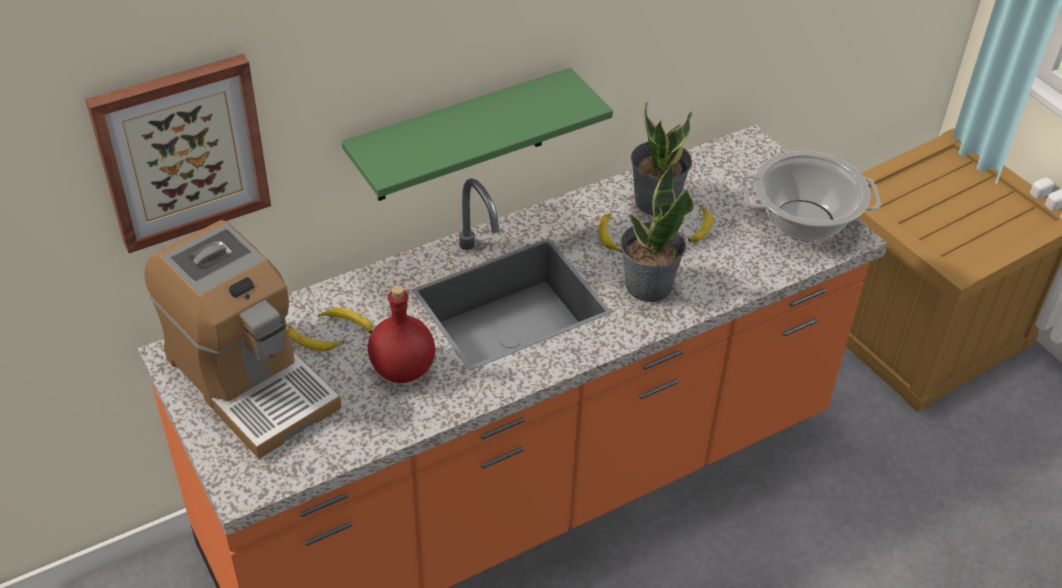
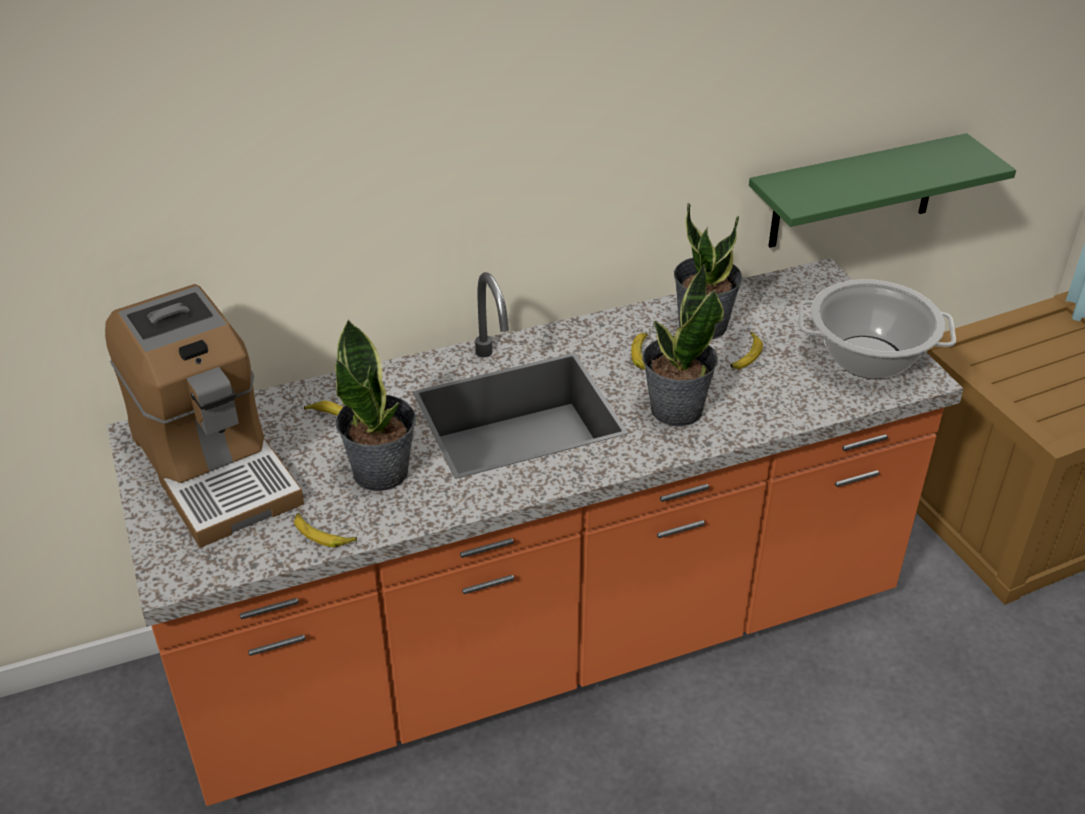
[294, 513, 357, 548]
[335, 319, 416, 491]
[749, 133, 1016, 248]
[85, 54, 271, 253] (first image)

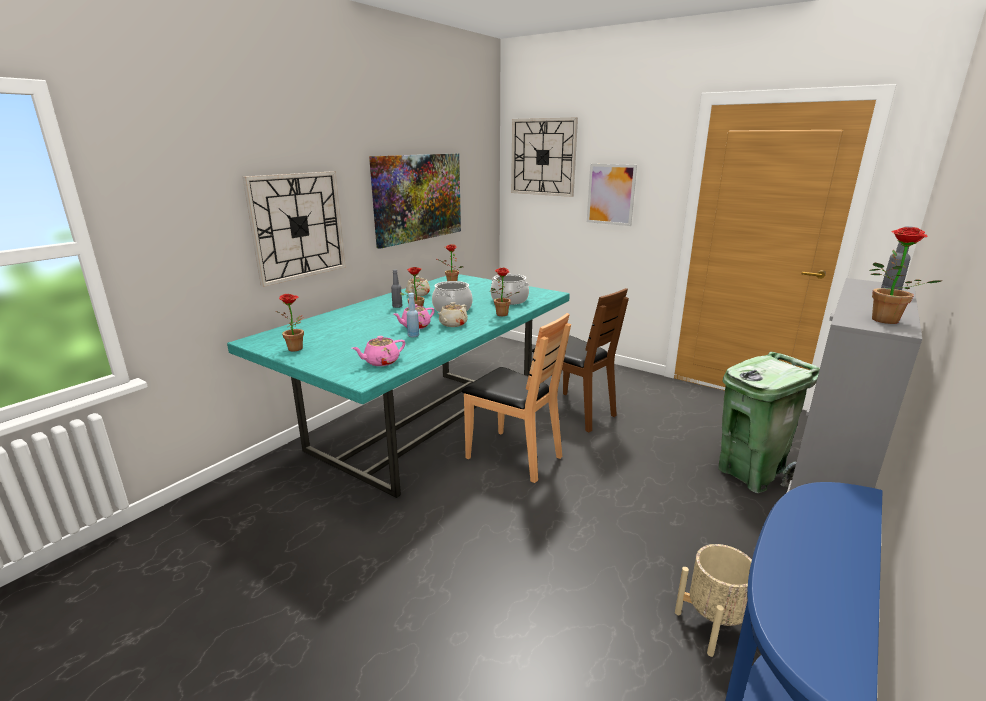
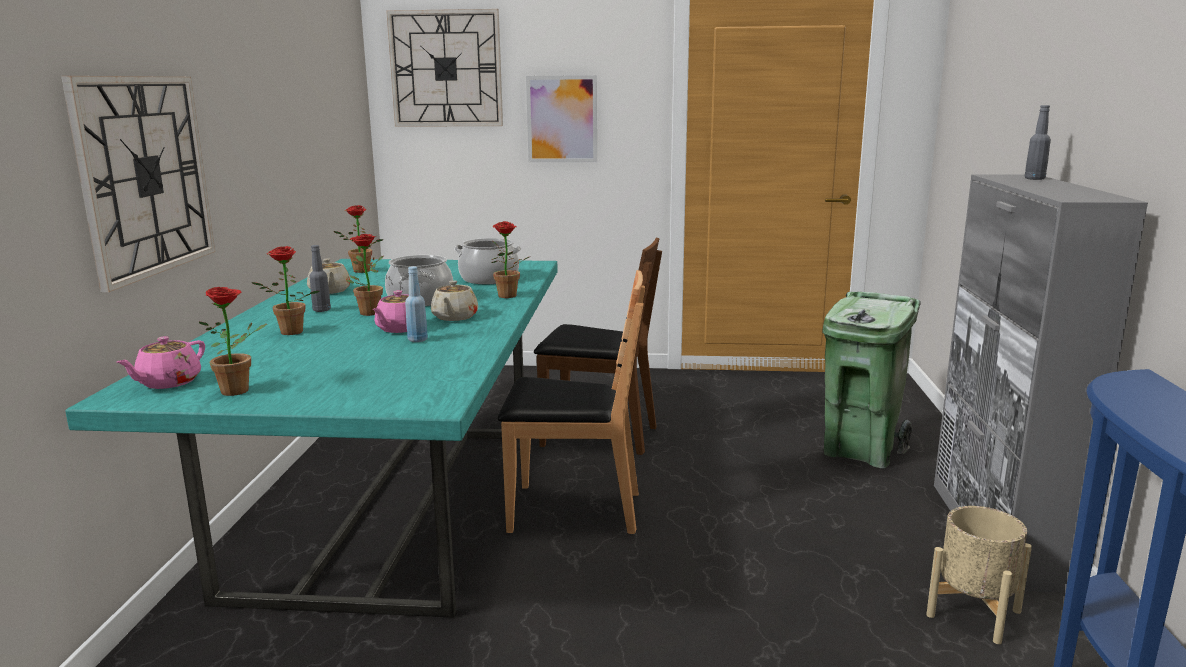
[116, 336, 205, 389]
[252, 246, 320, 335]
[369, 153, 461, 249] (first image)

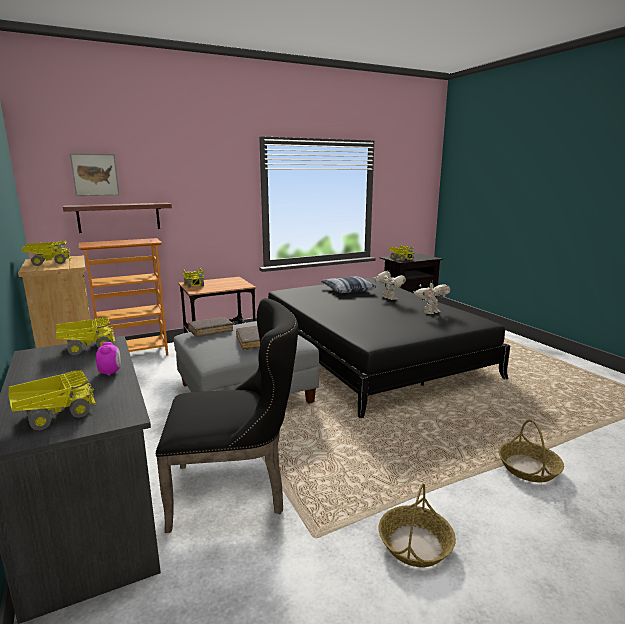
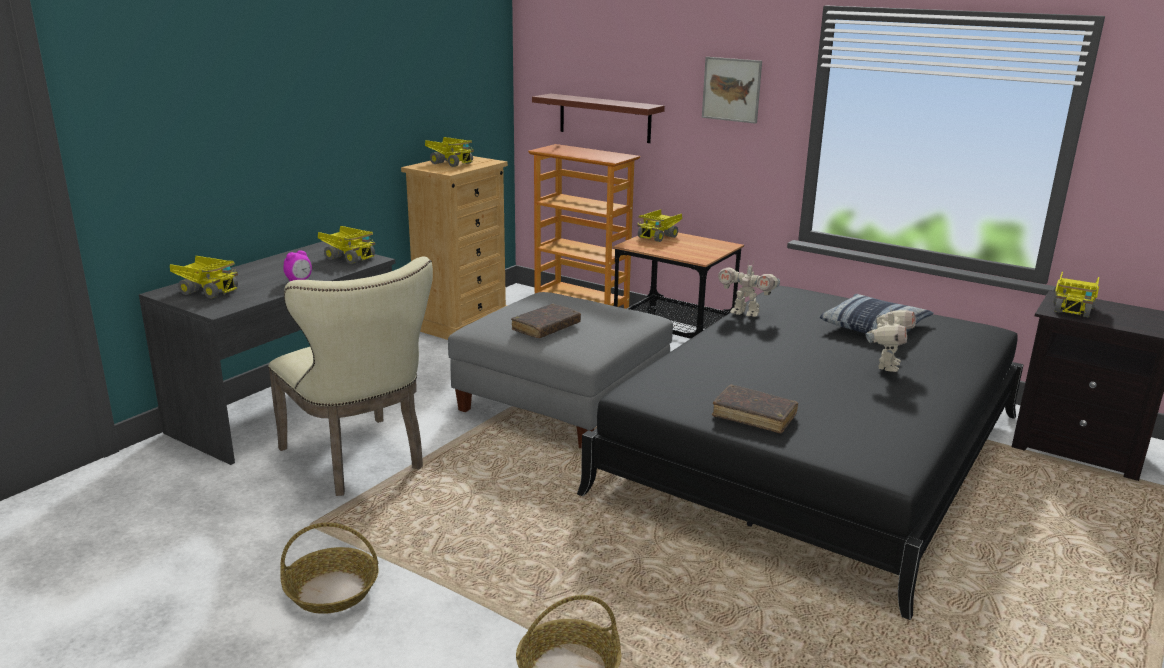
[268, 257, 433, 496]
[702, 57, 762, 124]
[712, 385, 798, 434]
[718, 261, 780, 317]

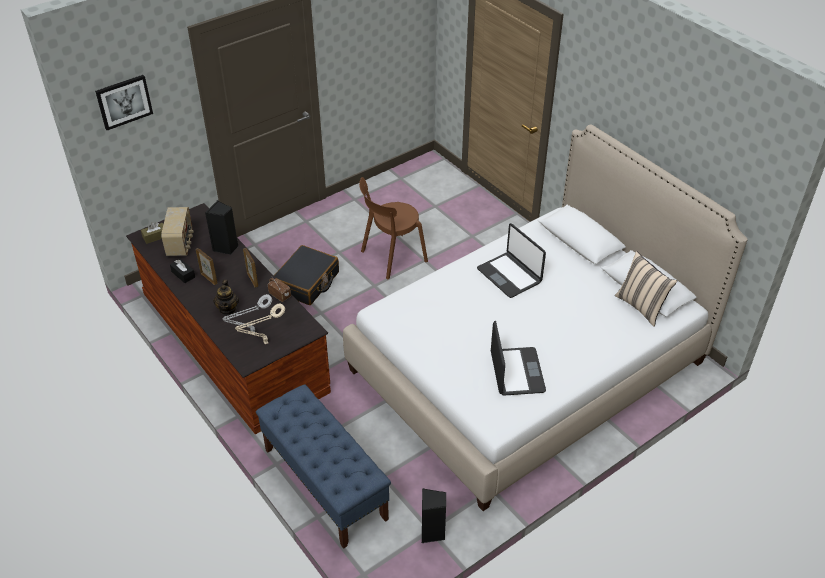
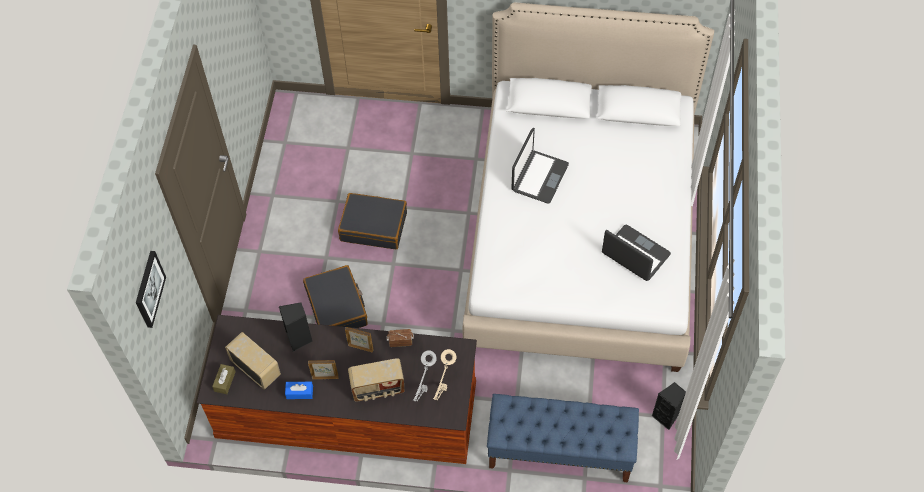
[285, 382, 313, 399]
[338, 193, 407, 249]
[348, 358, 405, 401]
[511, 128, 569, 204]
[615, 251, 677, 327] (first image)

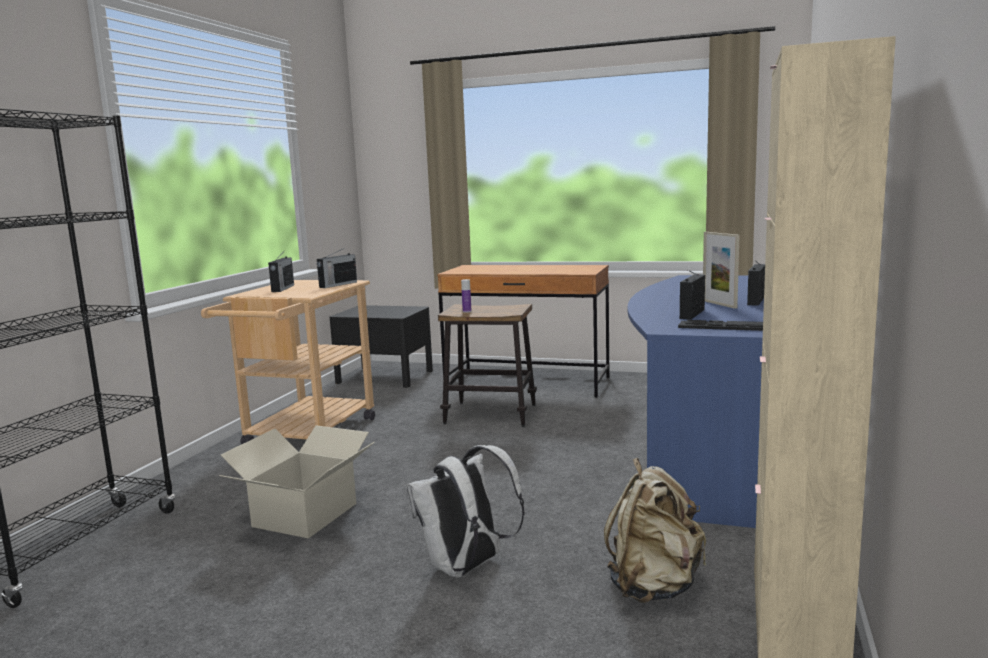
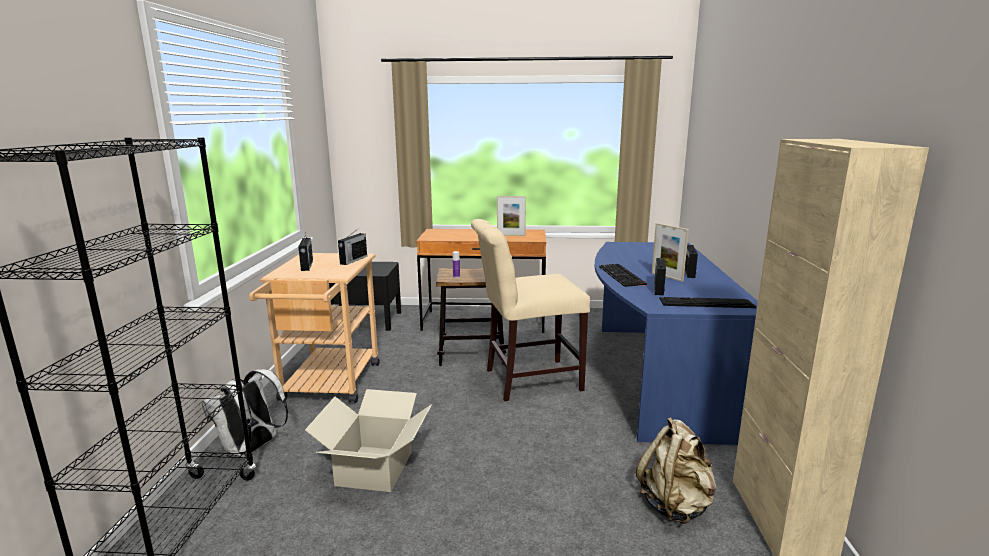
[201, 369, 288, 457]
[471, 219, 590, 401]
[497, 196, 526, 236]
[599, 264, 647, 287]

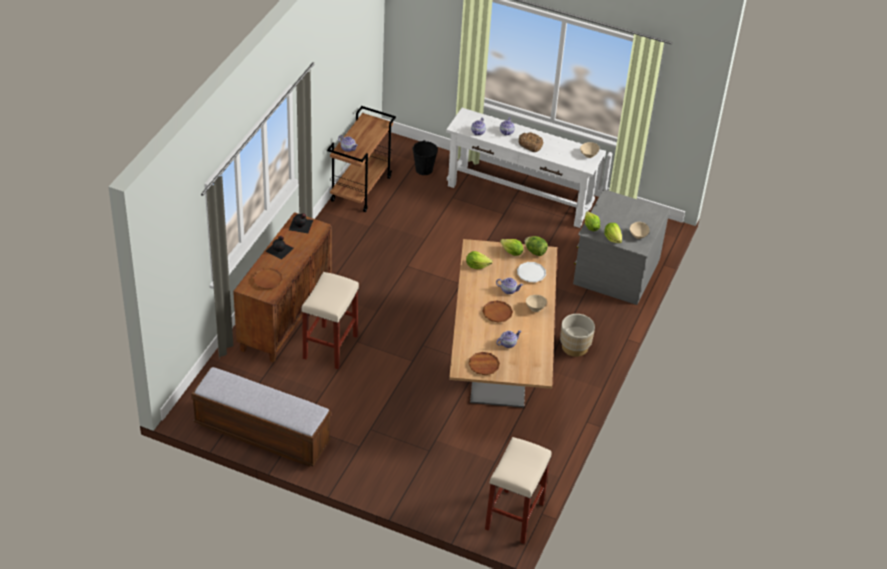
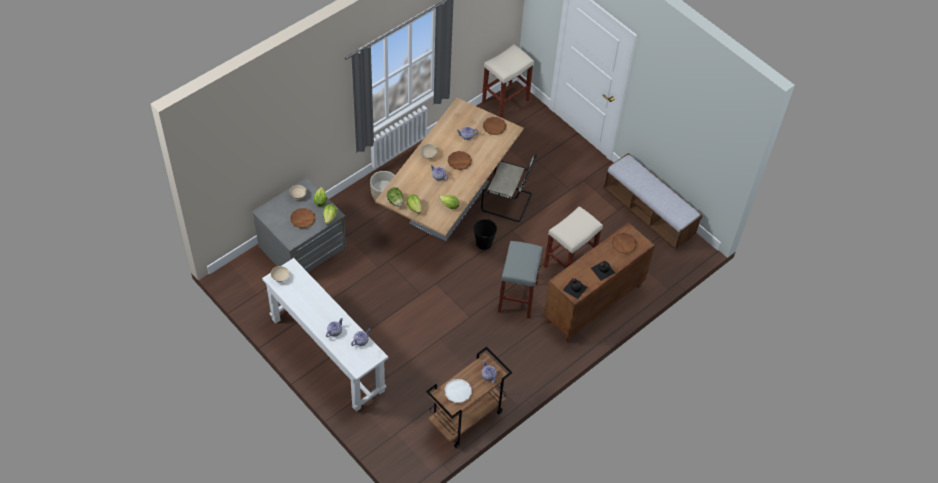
[290, 208, 315, 228]
[445, 379, 472, 403]
[474, 219, 497, 250]
[481, 154, 537, 222]
[498, 241, 543, 318]
[519, 132, 543, 152] (first image)

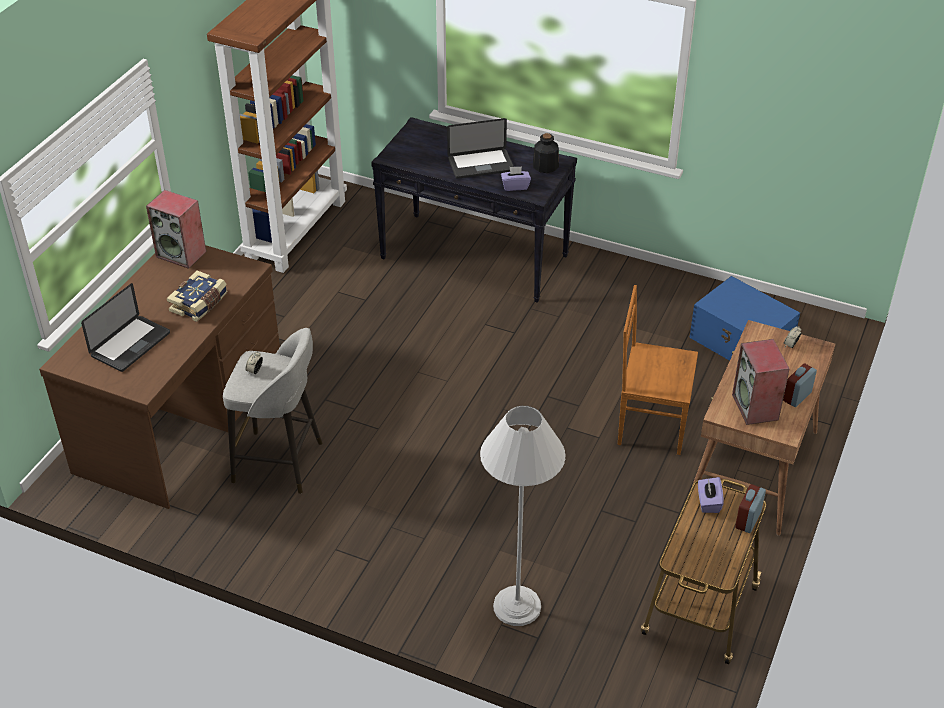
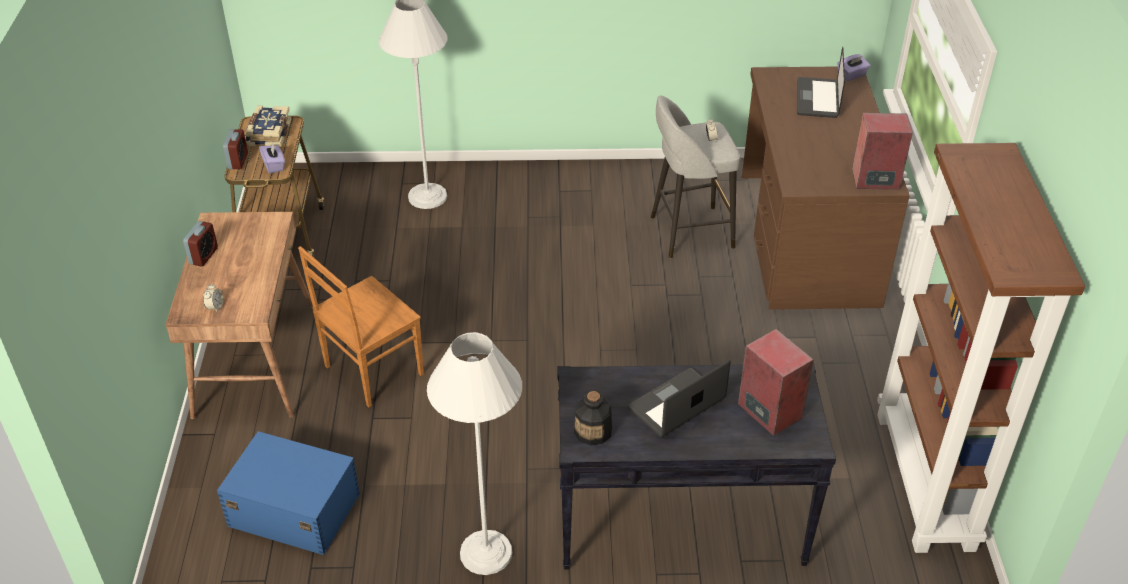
[245, 106, 291, 147]
[298, 246, 424, 407]
[427, 332, 522, 575]
[738, 329, 814, 436]
[837, 54, 870, 81]

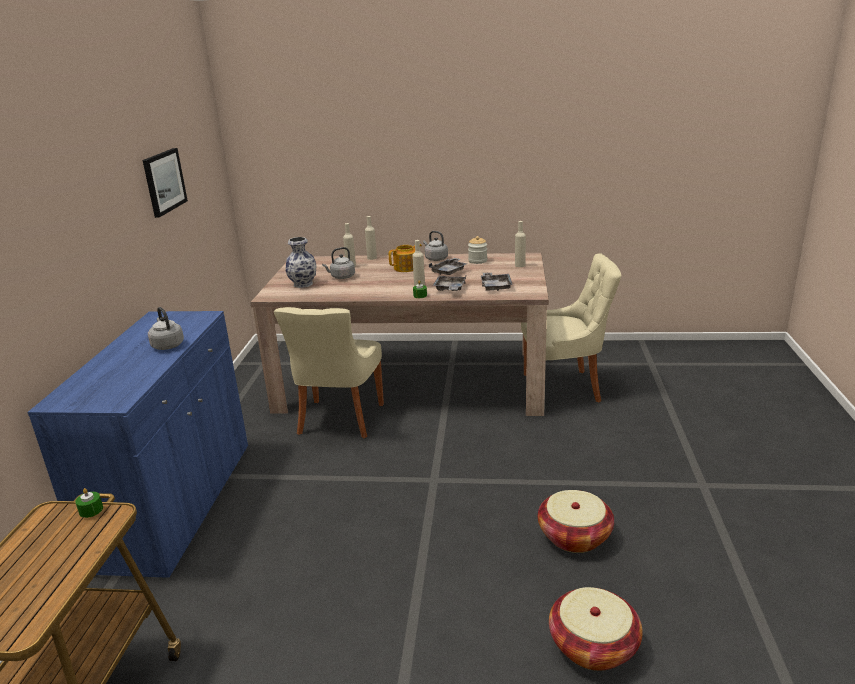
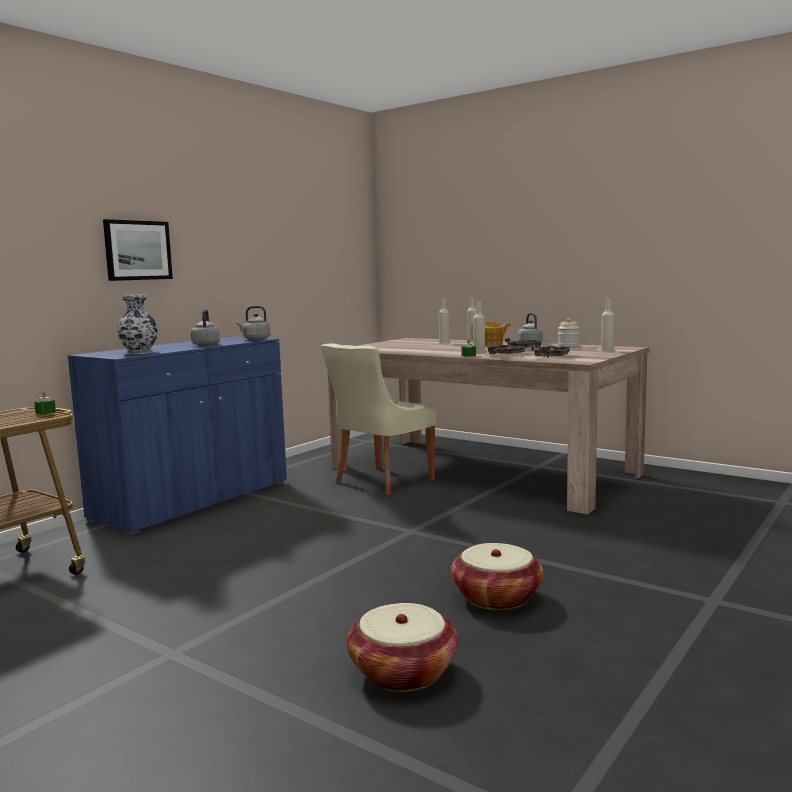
[103, 219, 173, 281]
[117, 294, 158, 354]
[236, 306, 270, 340]
[521, 253, 622, 402] (first image)

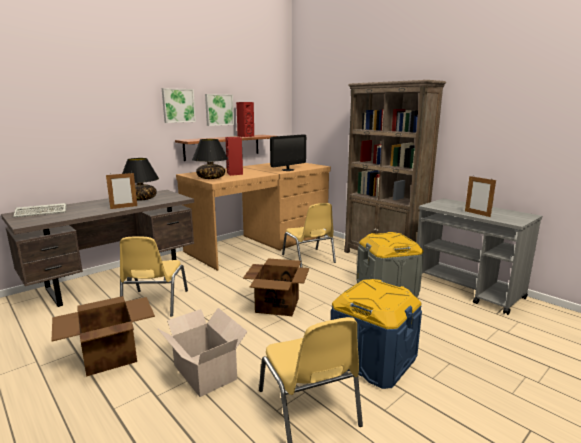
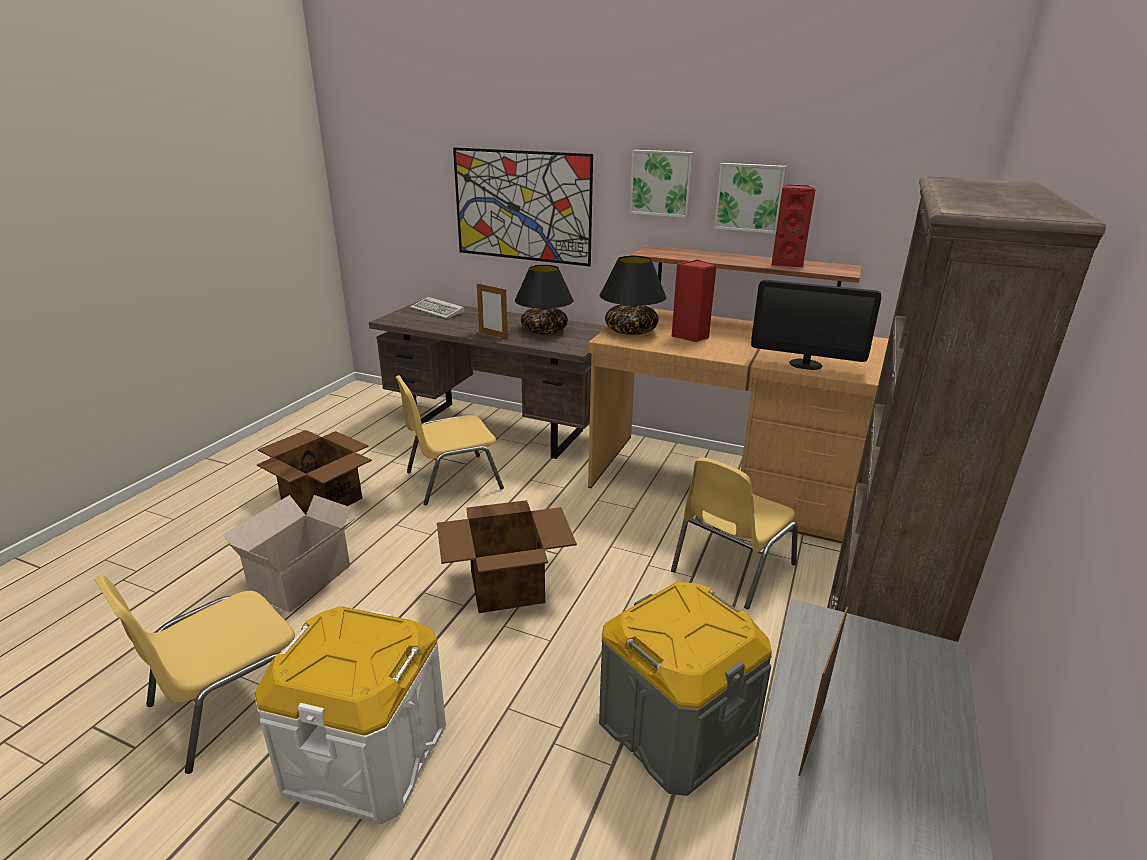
[255, 606, 446, 824]
[453, 147, 593, 266]

